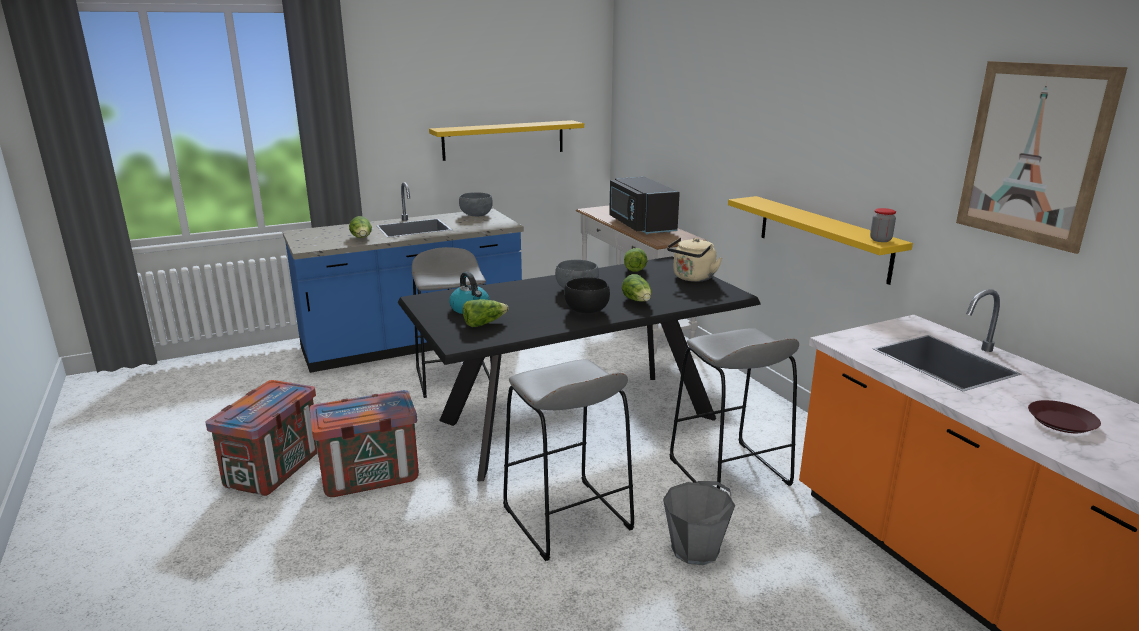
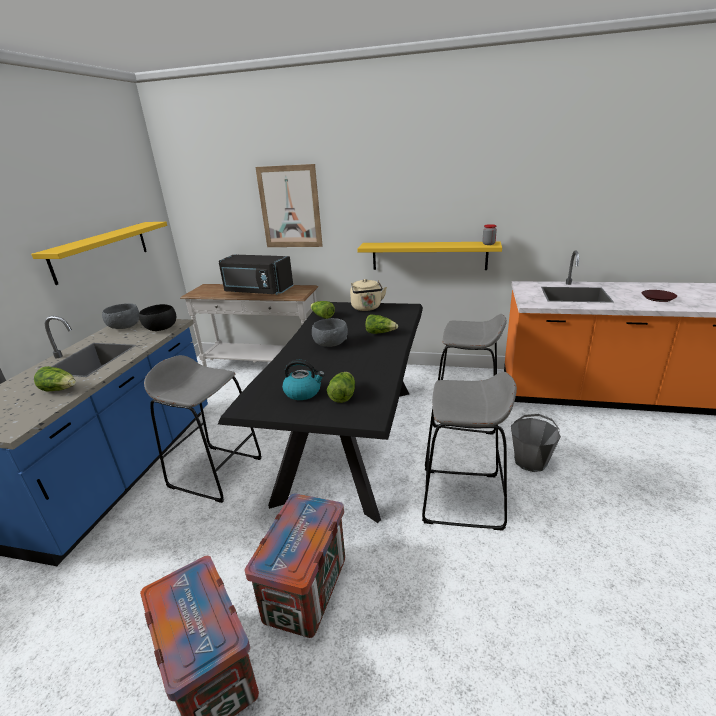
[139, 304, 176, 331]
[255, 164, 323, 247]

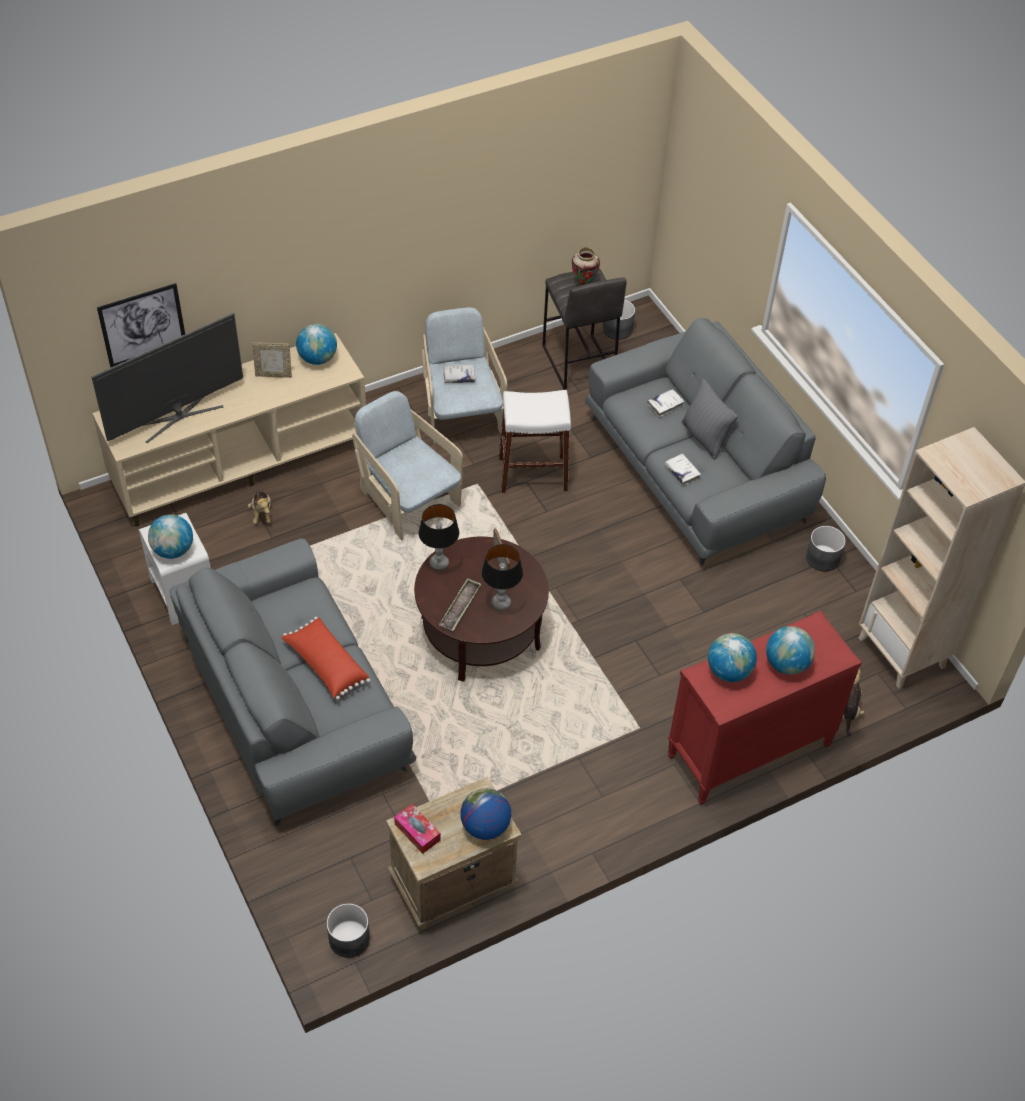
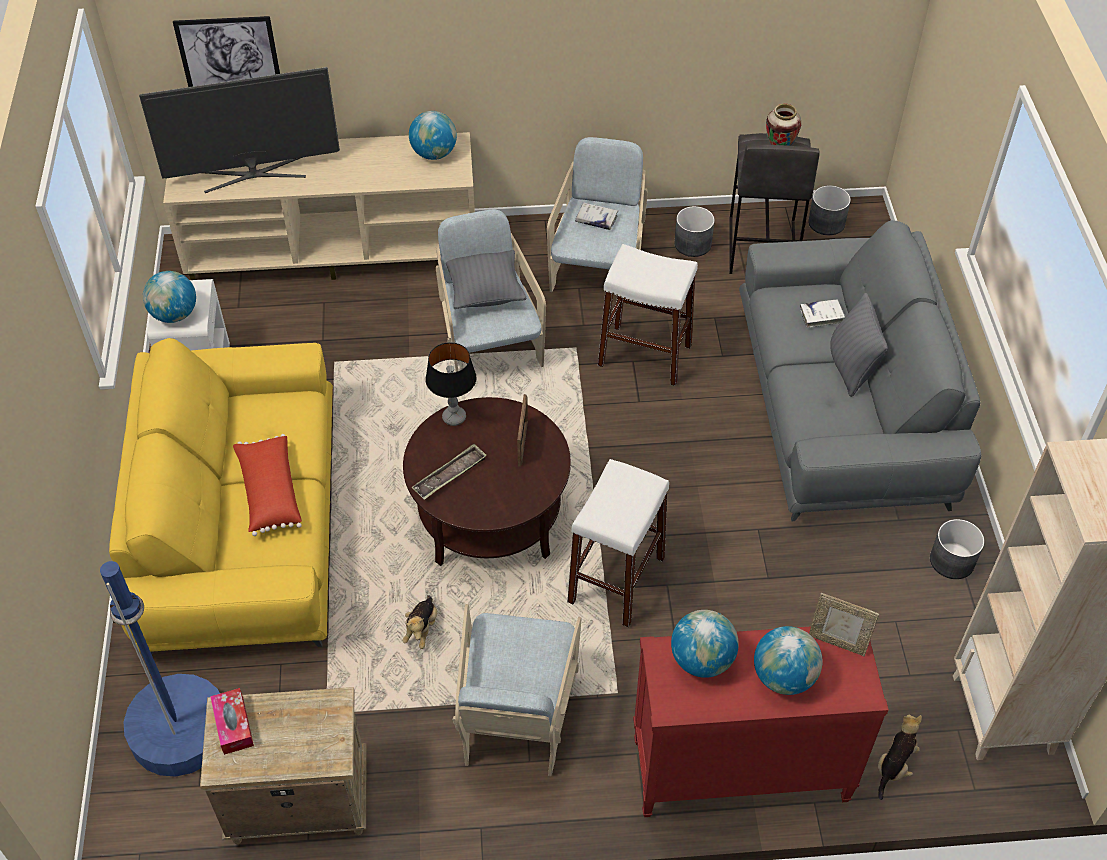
[100, 561, 220, 777]
[109, 338, 333, 654]
[402, 595, 437, 649]
[446, 250, 526, 309]
[453, 604, 582, 776]
[567, 459, 669, 627]
[674, 206, 715, 257]
[809, 593, 879, 656]
[461, 788, 511, 840] (first image)
[481, 544, 523, 611] (first image)
[665, 454, 701, 485] (first image)

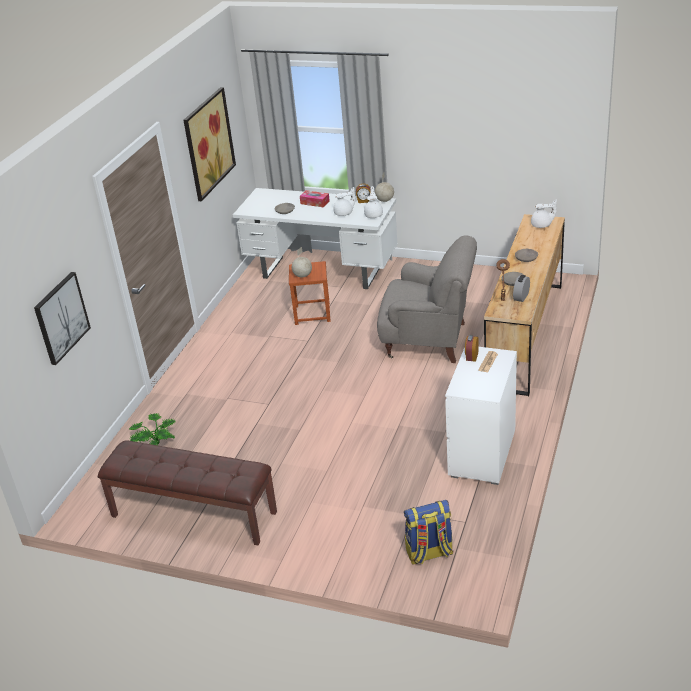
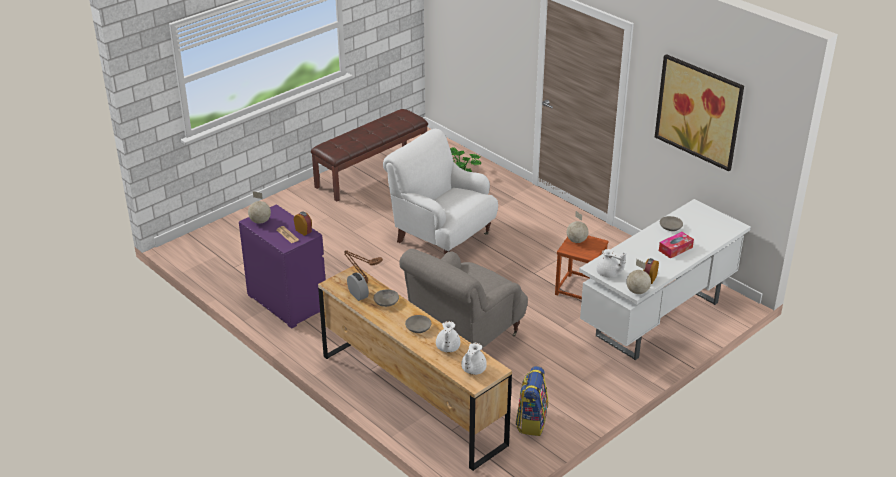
[239, 204, 326, 329]
[248, 191, 271, 224]
[383, 129, 498, 255]
[436, 321, 460, 352]
[516, 366, 548, 436]
[34, 272, 91, 365] (first image)

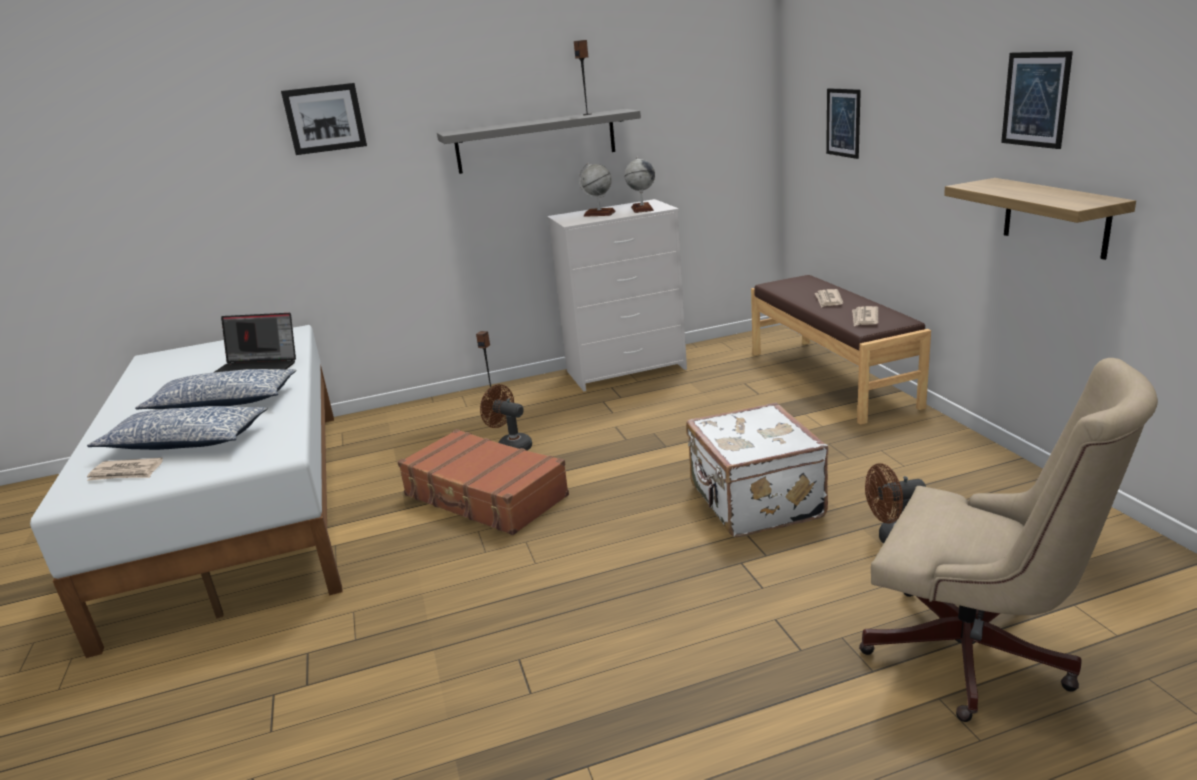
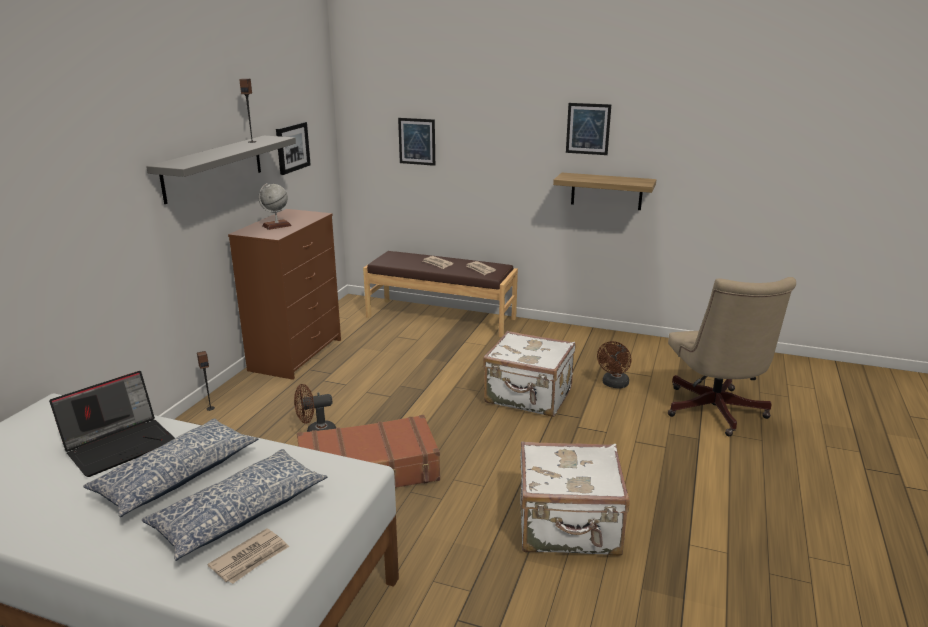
[228, 209, 341, 380]
[276, 122, 311, 175]
[520, 441, 630, 556]
[668, 277, 796, 436]
[624, 157, 655, 213] (first image)

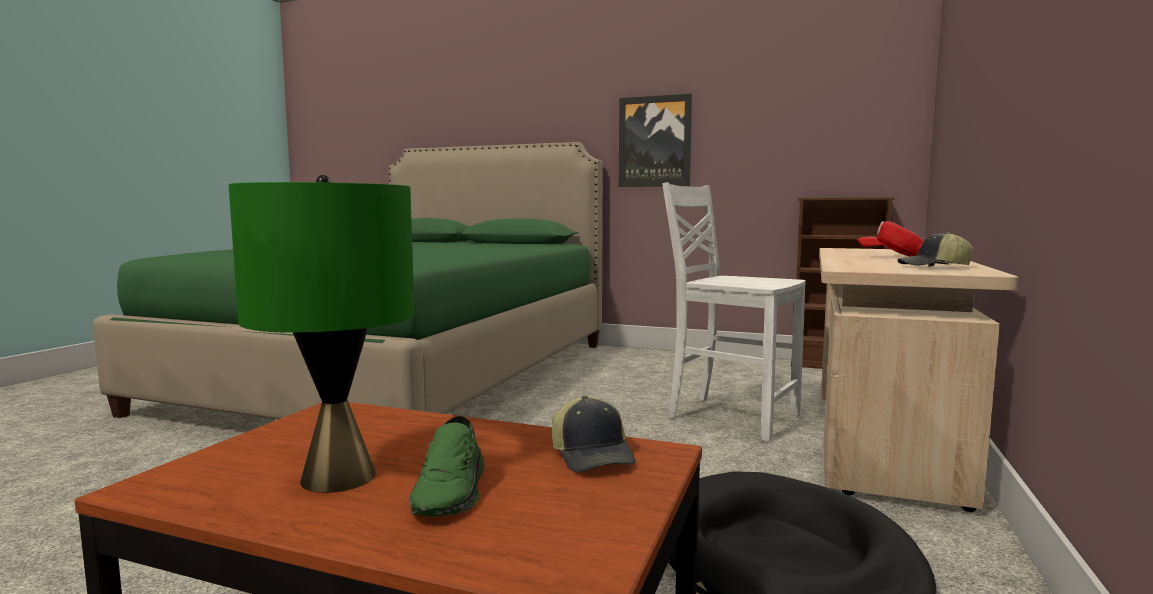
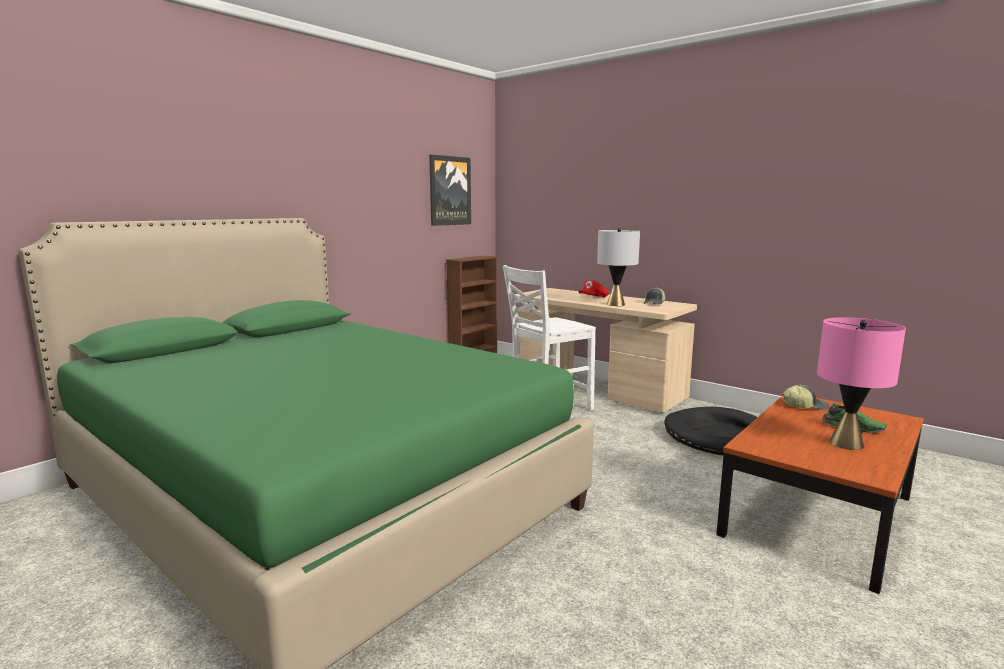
[429, 154, 471, 226]
[597, 228, 640, 306]
[817, 317, 906, 450]

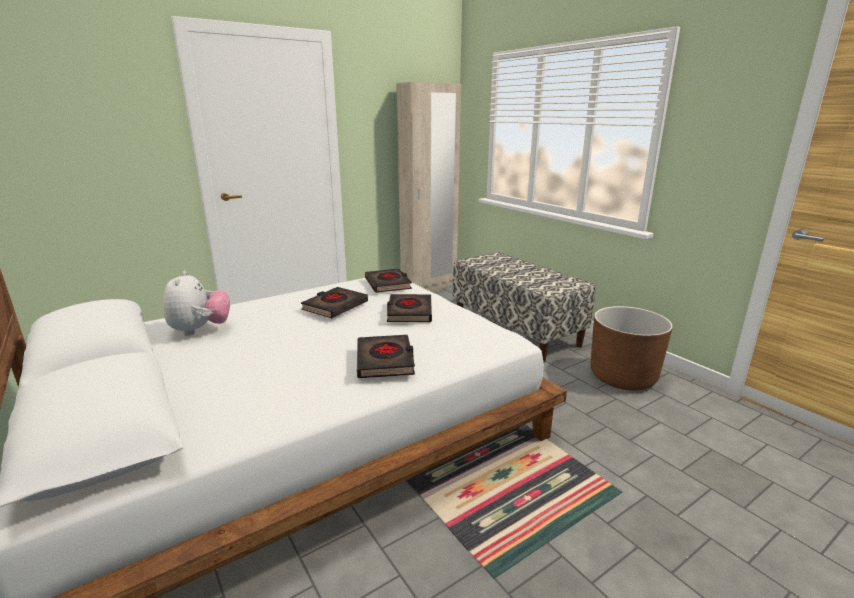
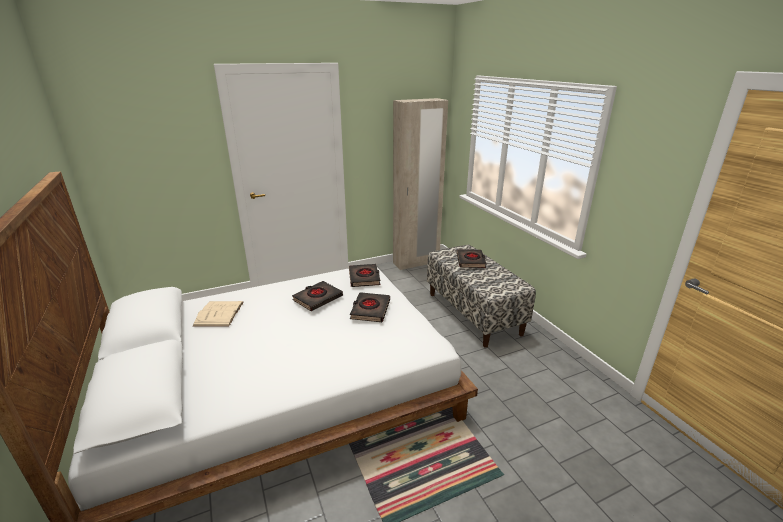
[192, 301, 243, 327]
[457, 249, 487, 268]
[590, 306, 673, 390] (first image)

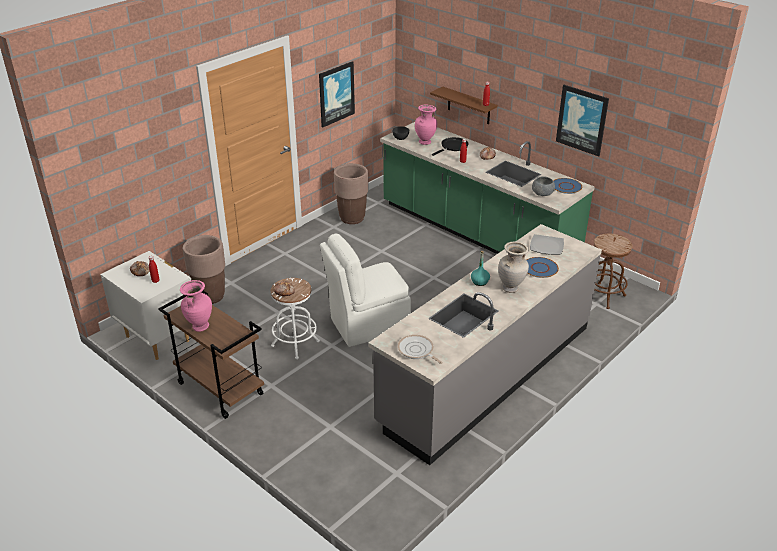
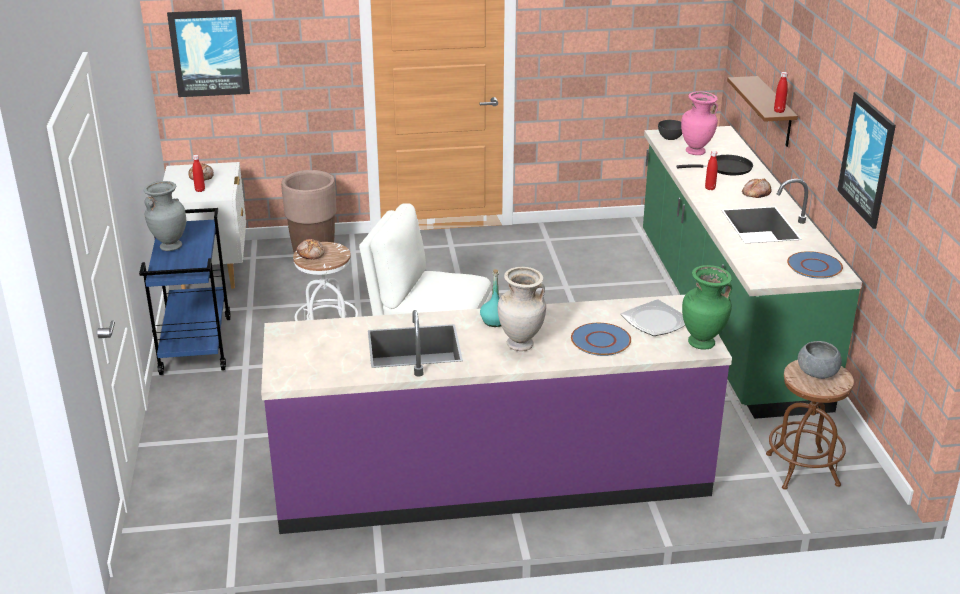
[139, 208, 231, 375]
[143, 181, 186, 251]
[167, 10, 250, 97]
[261, 295, 732, 534]
[682, 265, 732, 350]
[798, 341, 842, 379]
[334, 163, 368, 224] (first image)
[398, 335, 443, 364] (first image)

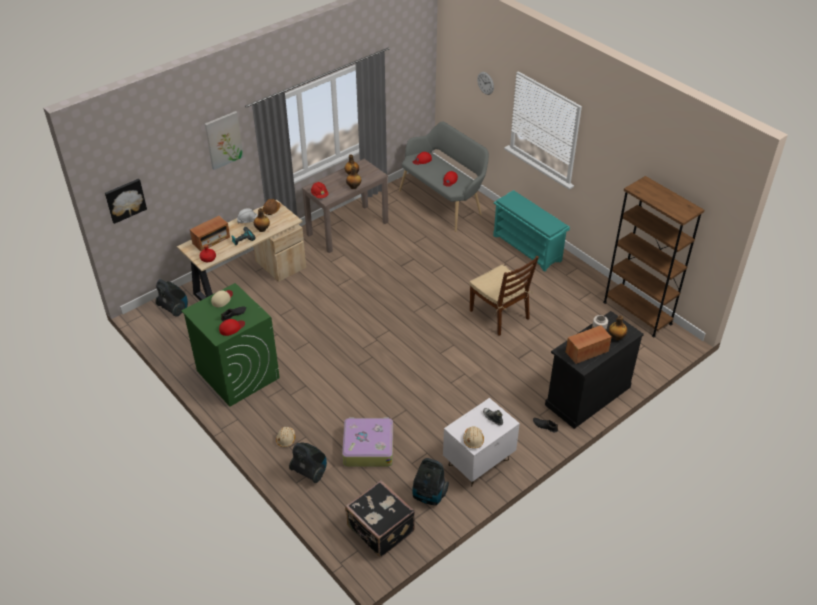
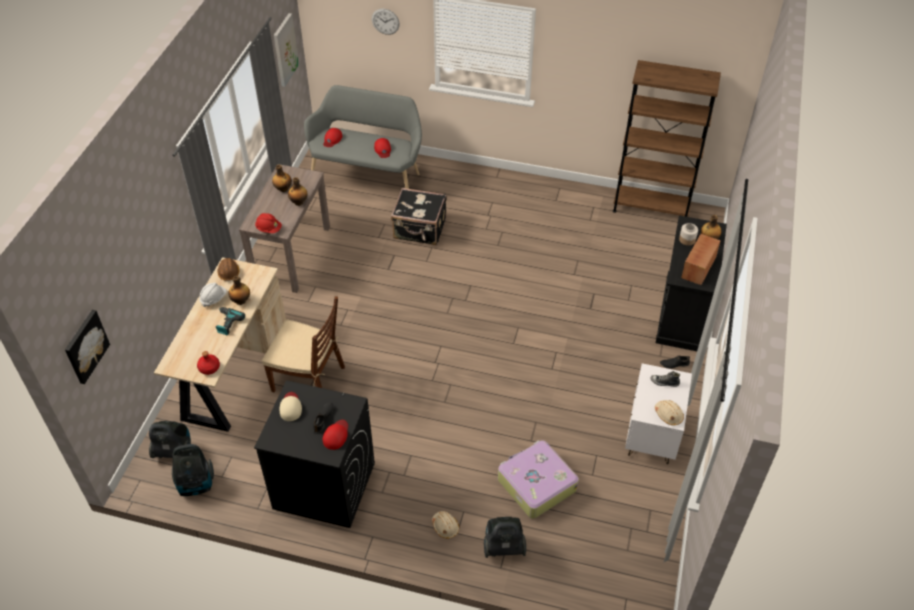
[172, 444, 214, 496]
[254, 380, 375, 528]
[262, 296, 345, 392]
[274, 13, 299, 87]
[391, 188, 447, 245]
[190, 216, 230, 251] (first image)
[493, 190, 570, 272] (first image)

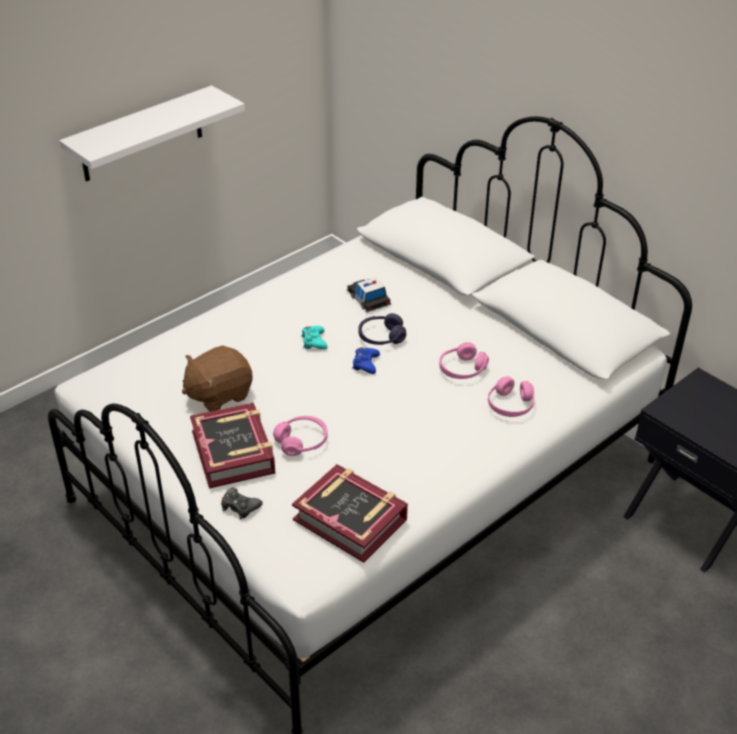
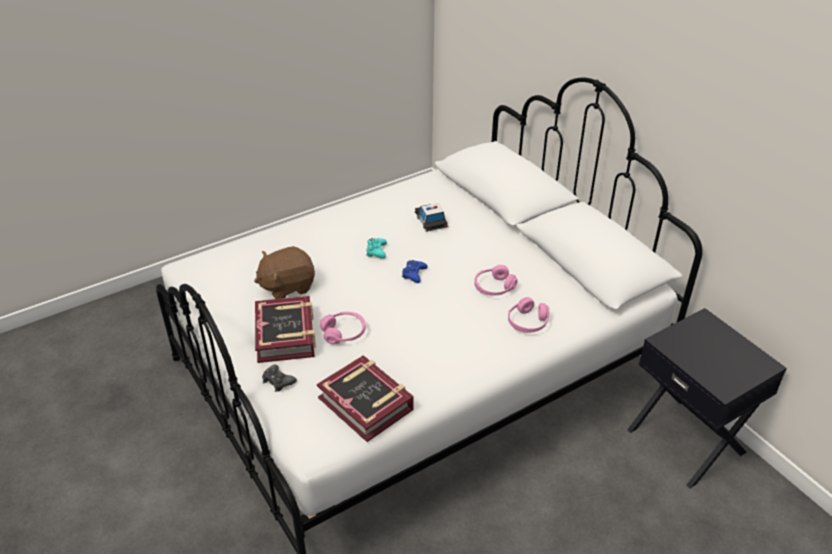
[59, 85, 245, 181] (first image)
[359, 313, 406, 345] (first image)

